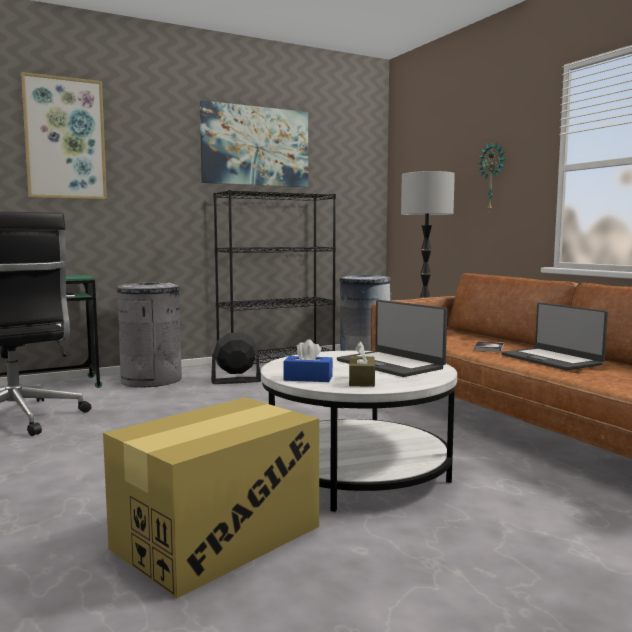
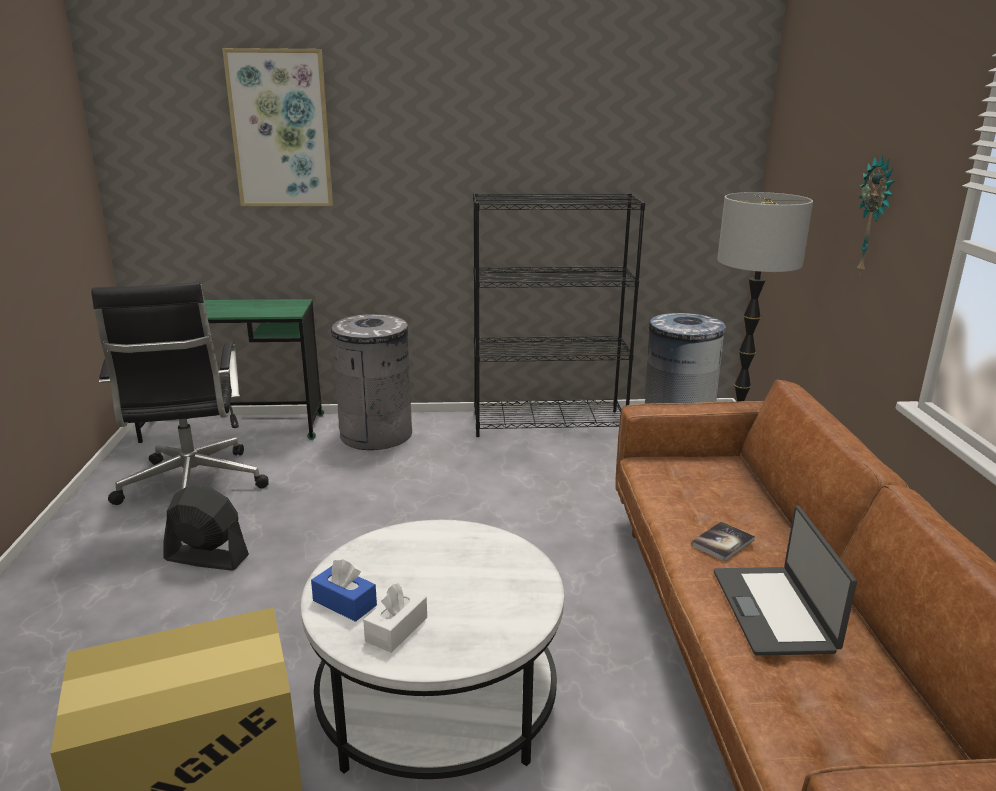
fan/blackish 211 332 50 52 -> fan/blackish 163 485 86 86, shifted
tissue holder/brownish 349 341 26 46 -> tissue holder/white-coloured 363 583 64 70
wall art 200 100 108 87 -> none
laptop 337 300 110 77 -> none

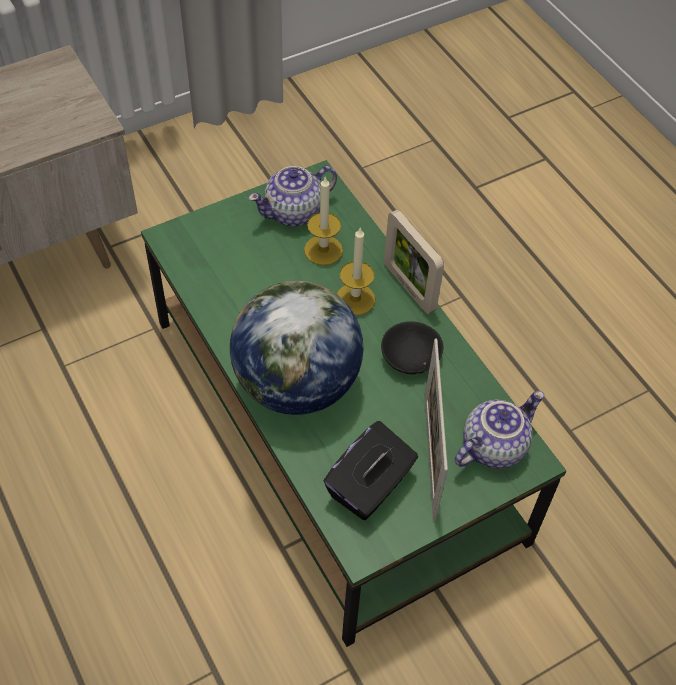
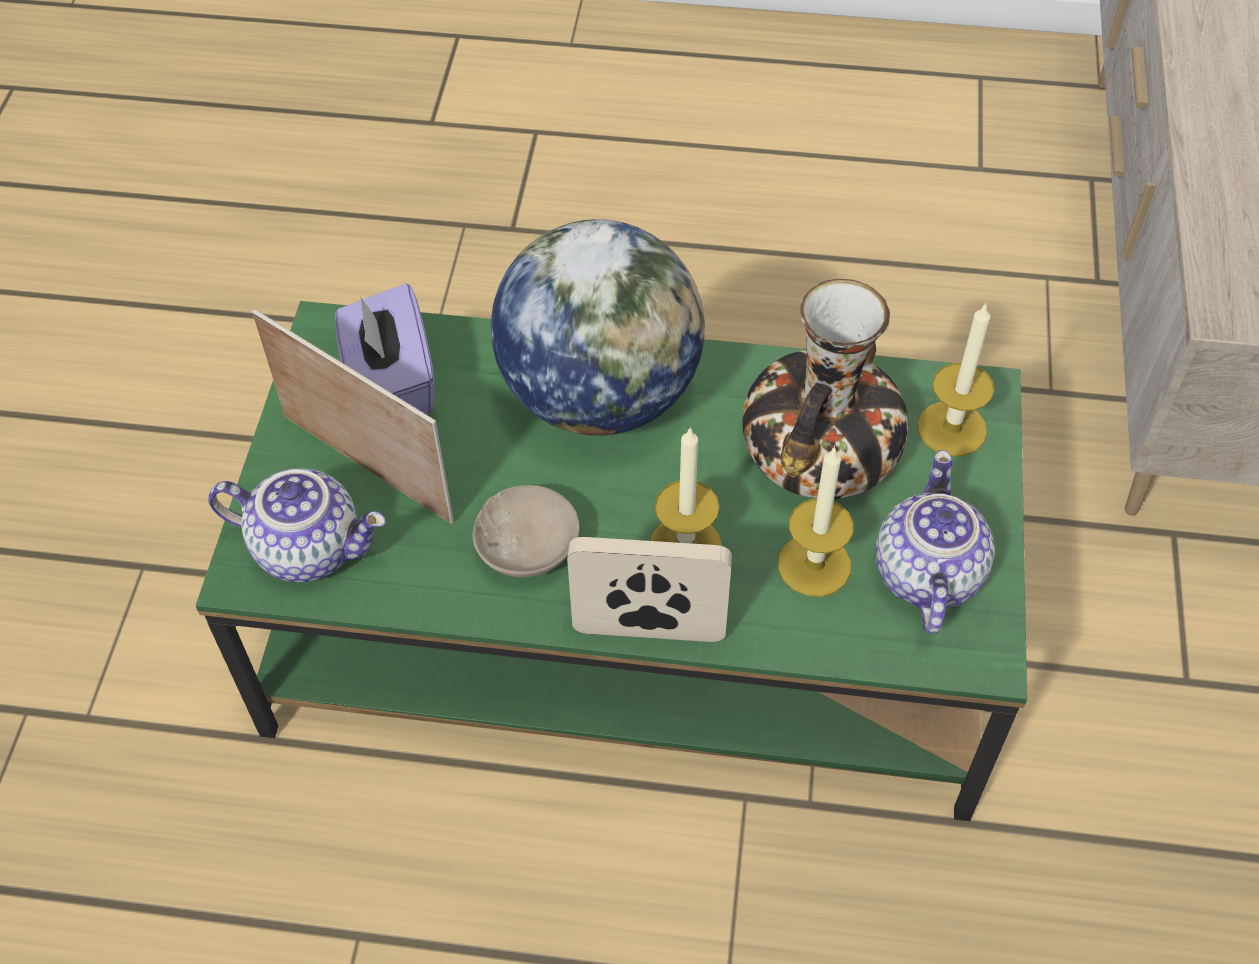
teapot 455 391 89 78 -> teapot 208 468 178 114, 75 degrees counterclockwise
tissue holder/blackish 323 421 95 99 -> tissue holder/purple-coloured 335 283 100 132
deep dish/blackish 381 322 63 52 -> deep dish/sand-coloured 473 485 106 93
none -> decorative vase 742 279 166 220
none -> candle 917 303 77 153

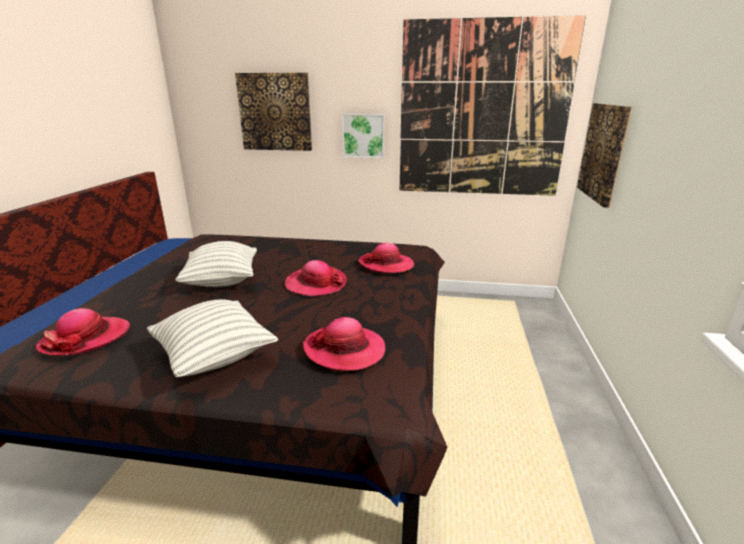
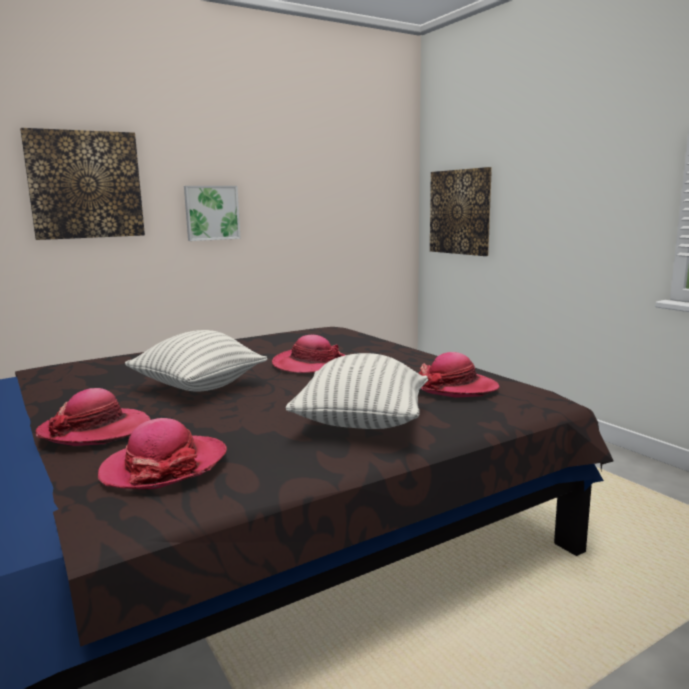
hat 358 243 56 31 -> hat 35 388 116 58, shifted
wall art 399 15 187 181 -> none

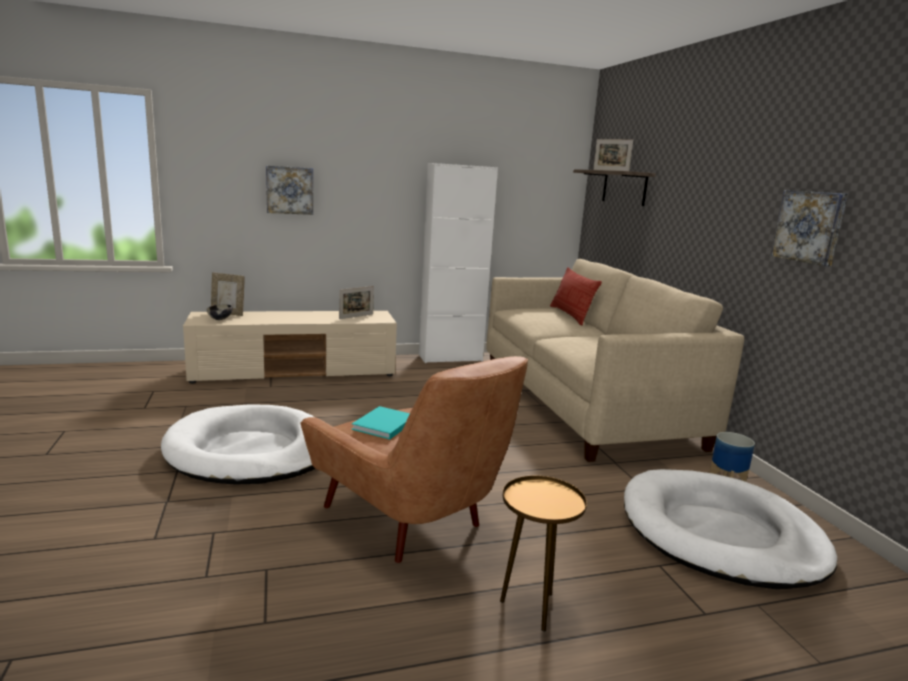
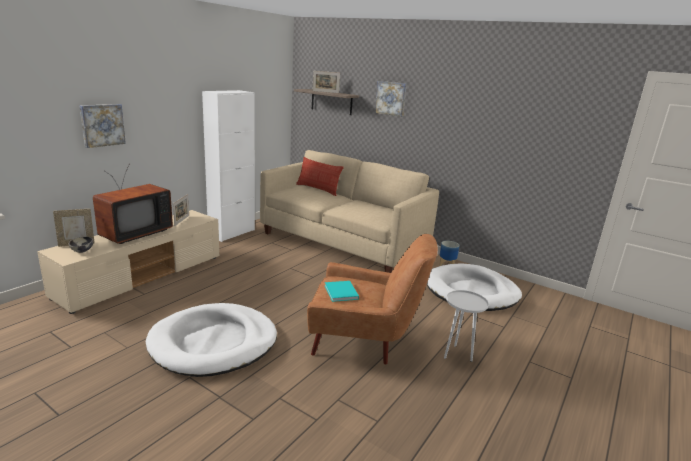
none -> TV 93 165 80 79
wall art 771 190 77 76 -> wall art 375 81 32 36, shifted
accent table/brownish 500 476 87 156 -> accent table/white-coloured 444 290 45 72

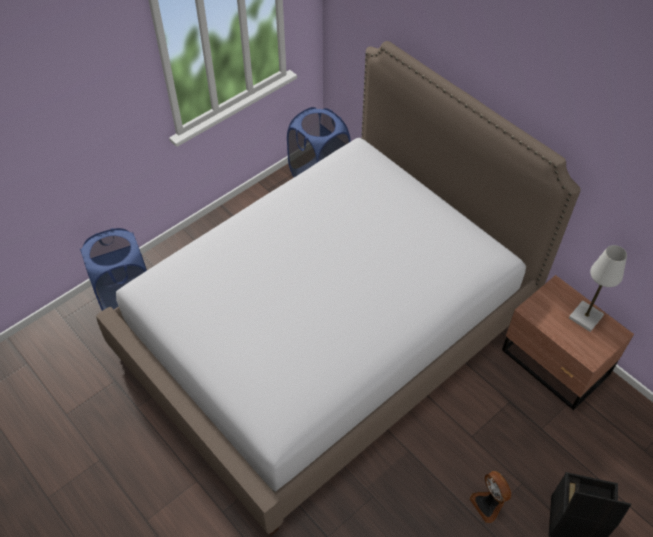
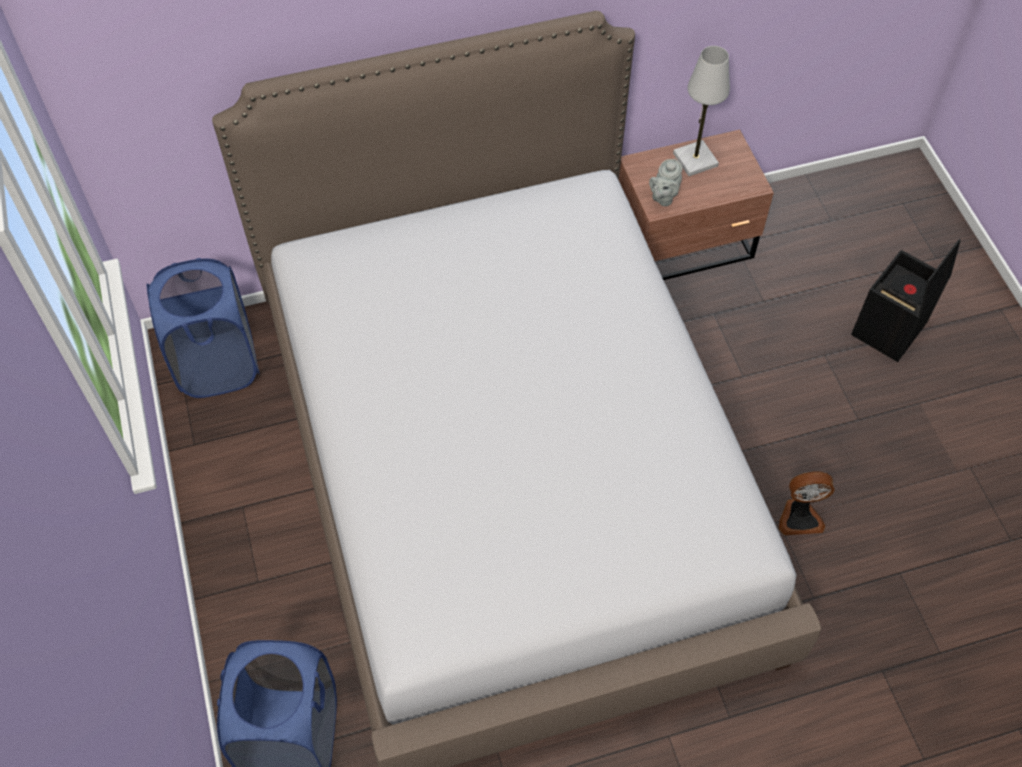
none -> teapot/grey 649 158 33 48
fan 469 471 42 52 -> fan 779 471 55 64, shifted

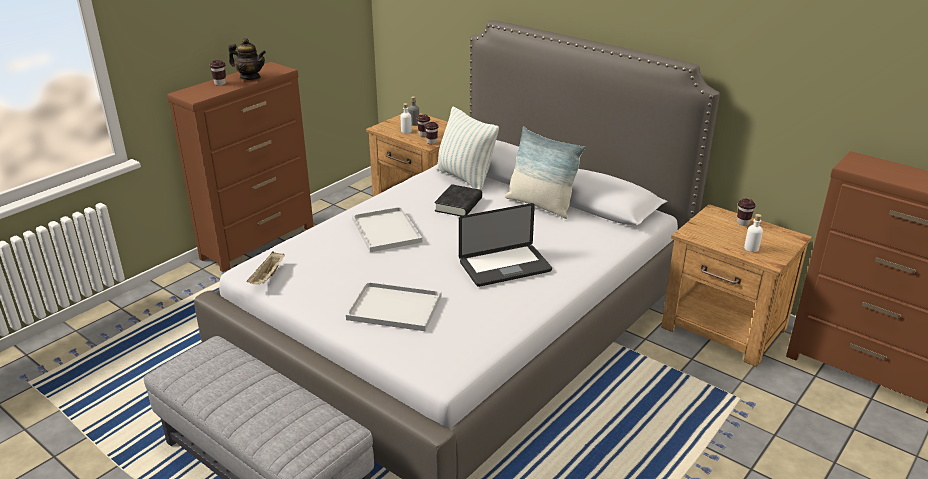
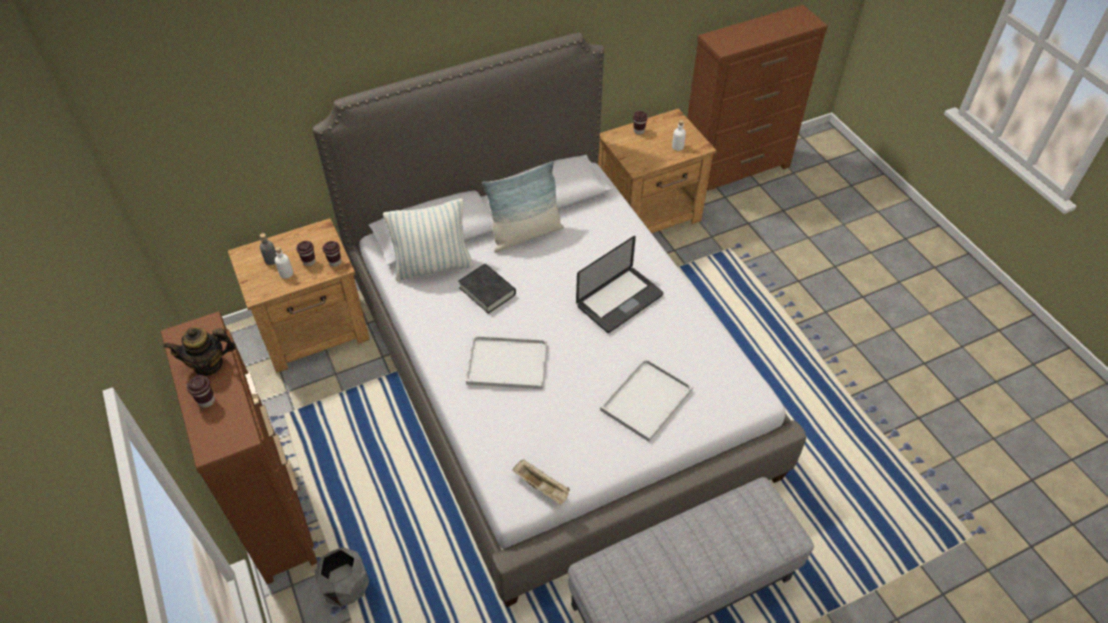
teapot 228 38 38 42 -> teapot 164 327 72 49, 150 degrees counterclockwise
none -> flower pot/grey 315 547 54 60
laptop 459 203 93 84 -> laptop 576 236 87 97, 45 degrees clockwise

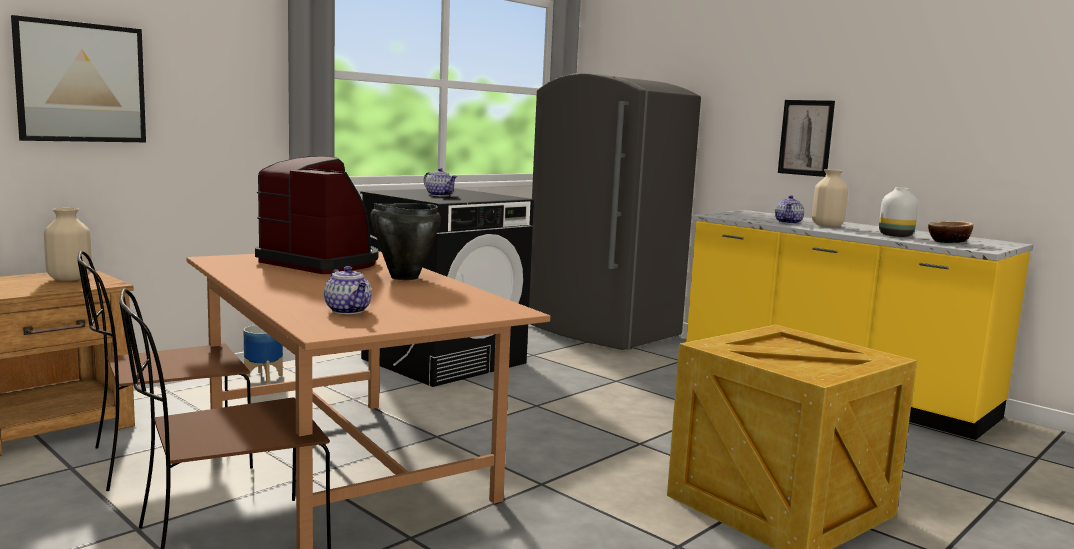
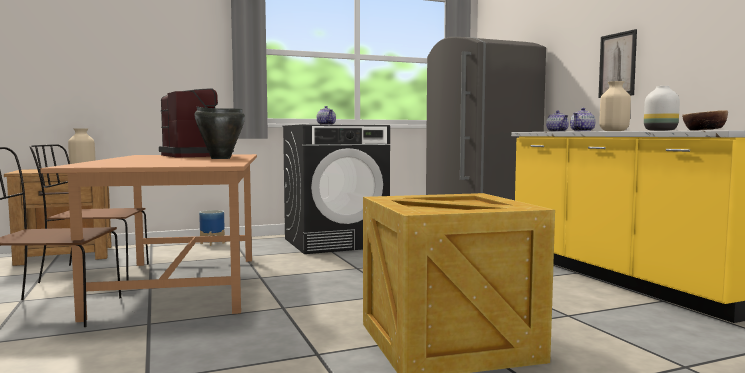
teapot 324 266 48 48 -> teapot 546 111 23 21, shifted
wall art 11 15 135 127 -> none

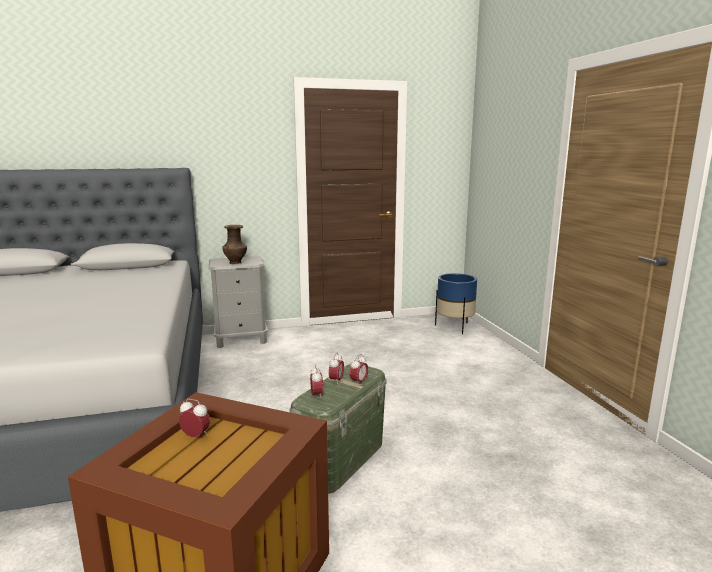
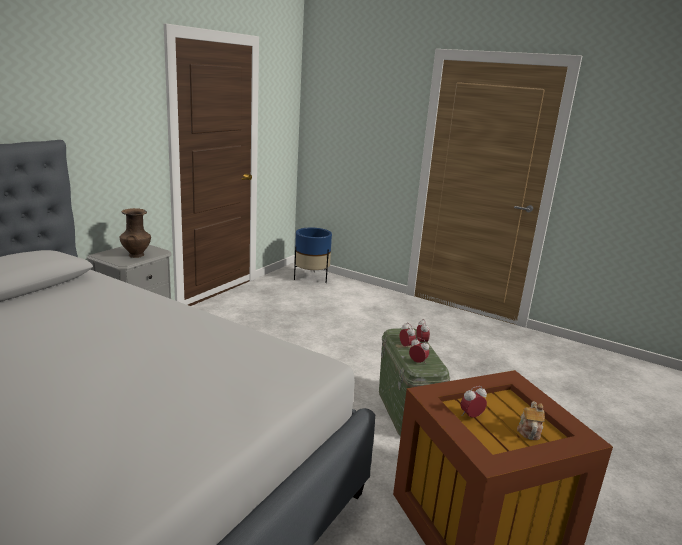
none -> teapot 517 401 28 39

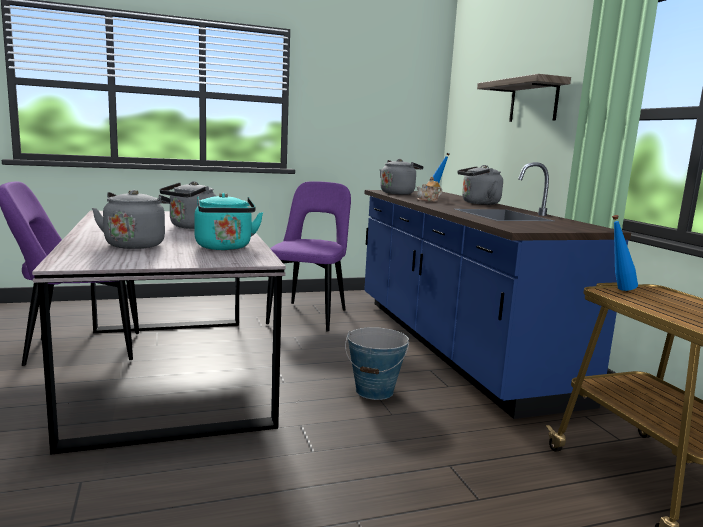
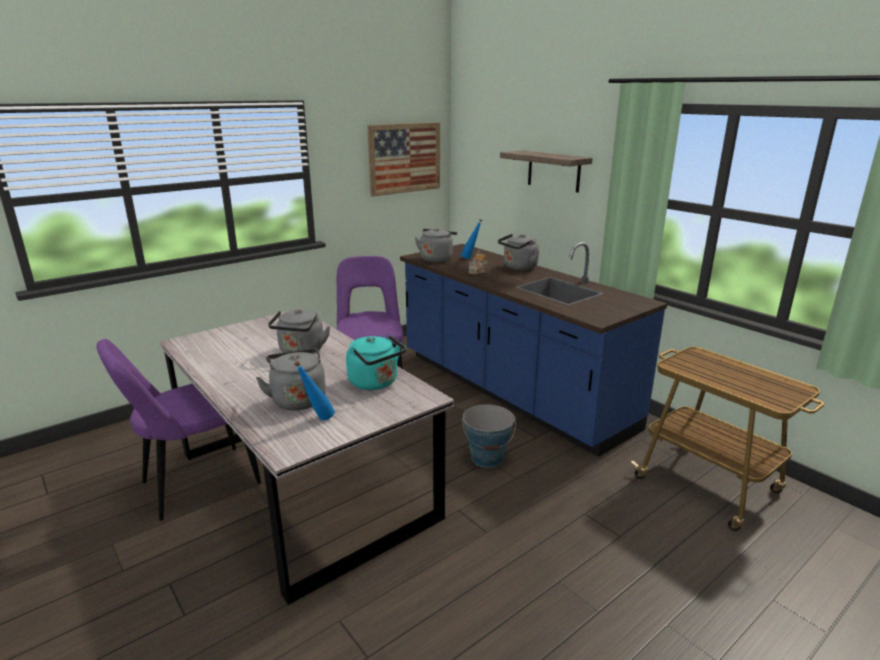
beverage bottle/blue-coloured 612 215 26 76 -> beverage bottle/blue-coloured 294 361 41 60, shifted
none -> wall art 367 122 73 75

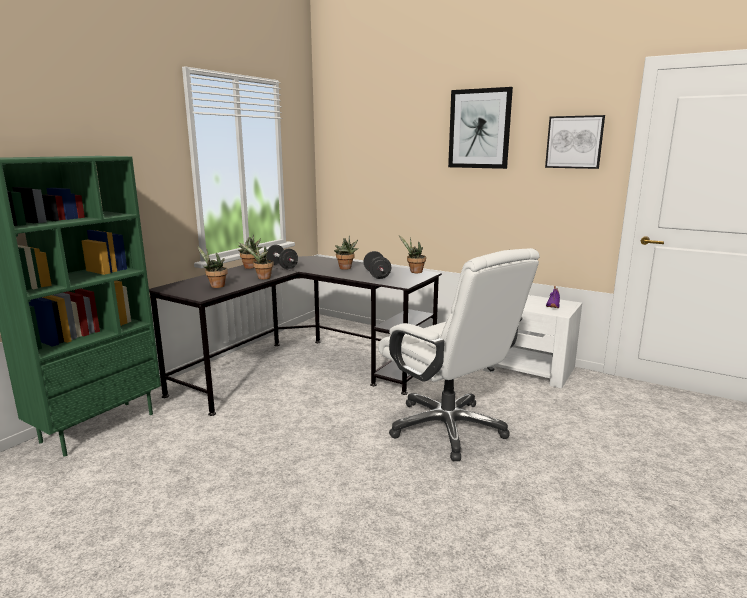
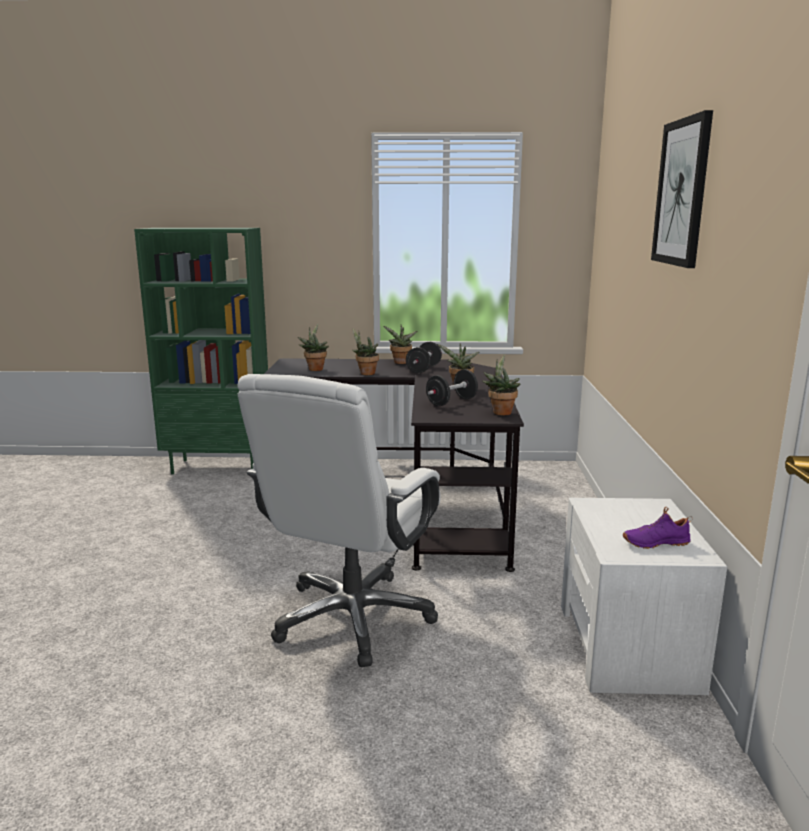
wall art 545 115 60 54 -> none

